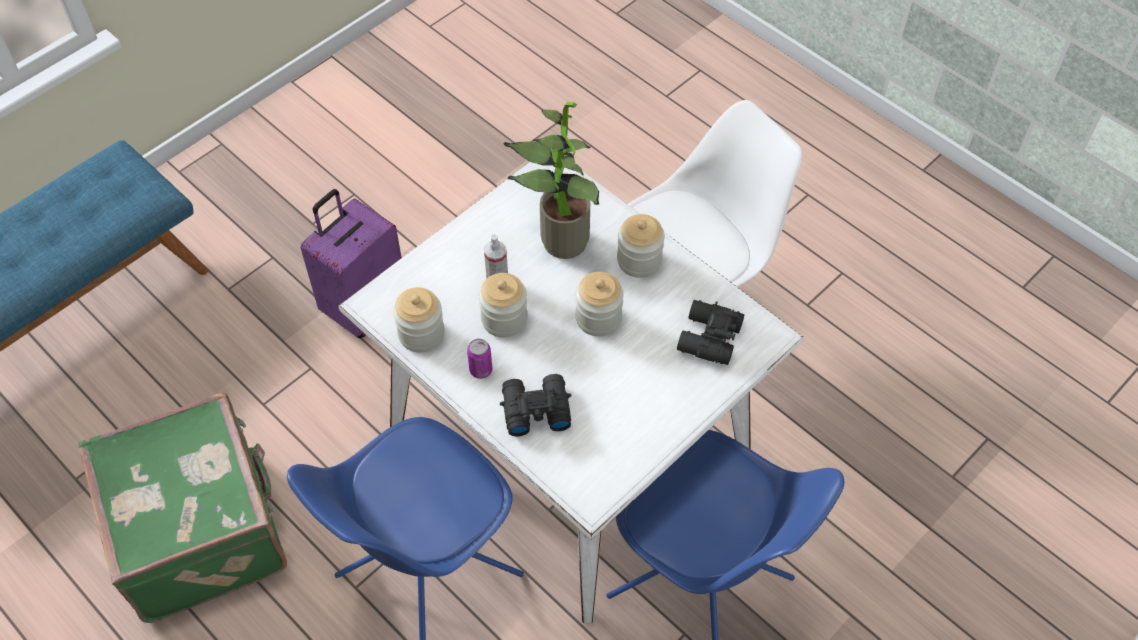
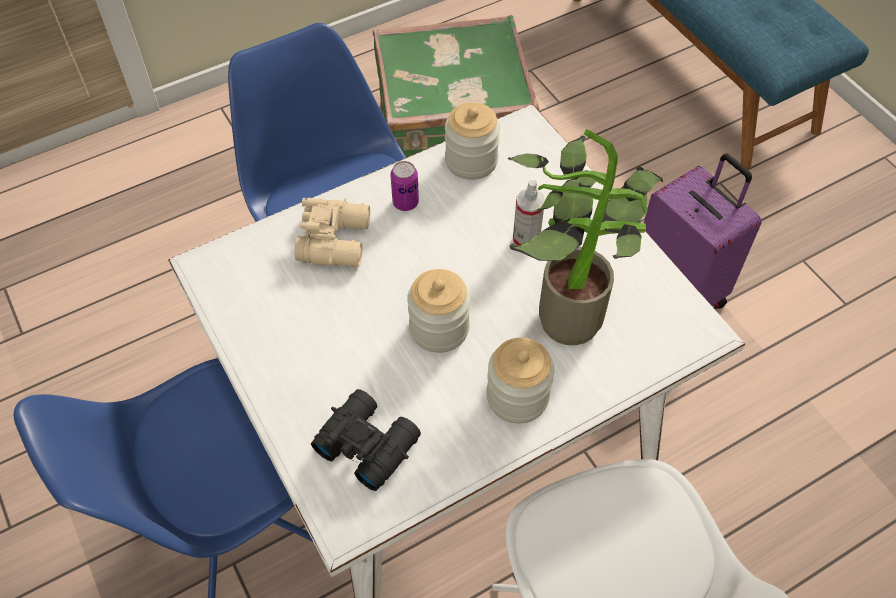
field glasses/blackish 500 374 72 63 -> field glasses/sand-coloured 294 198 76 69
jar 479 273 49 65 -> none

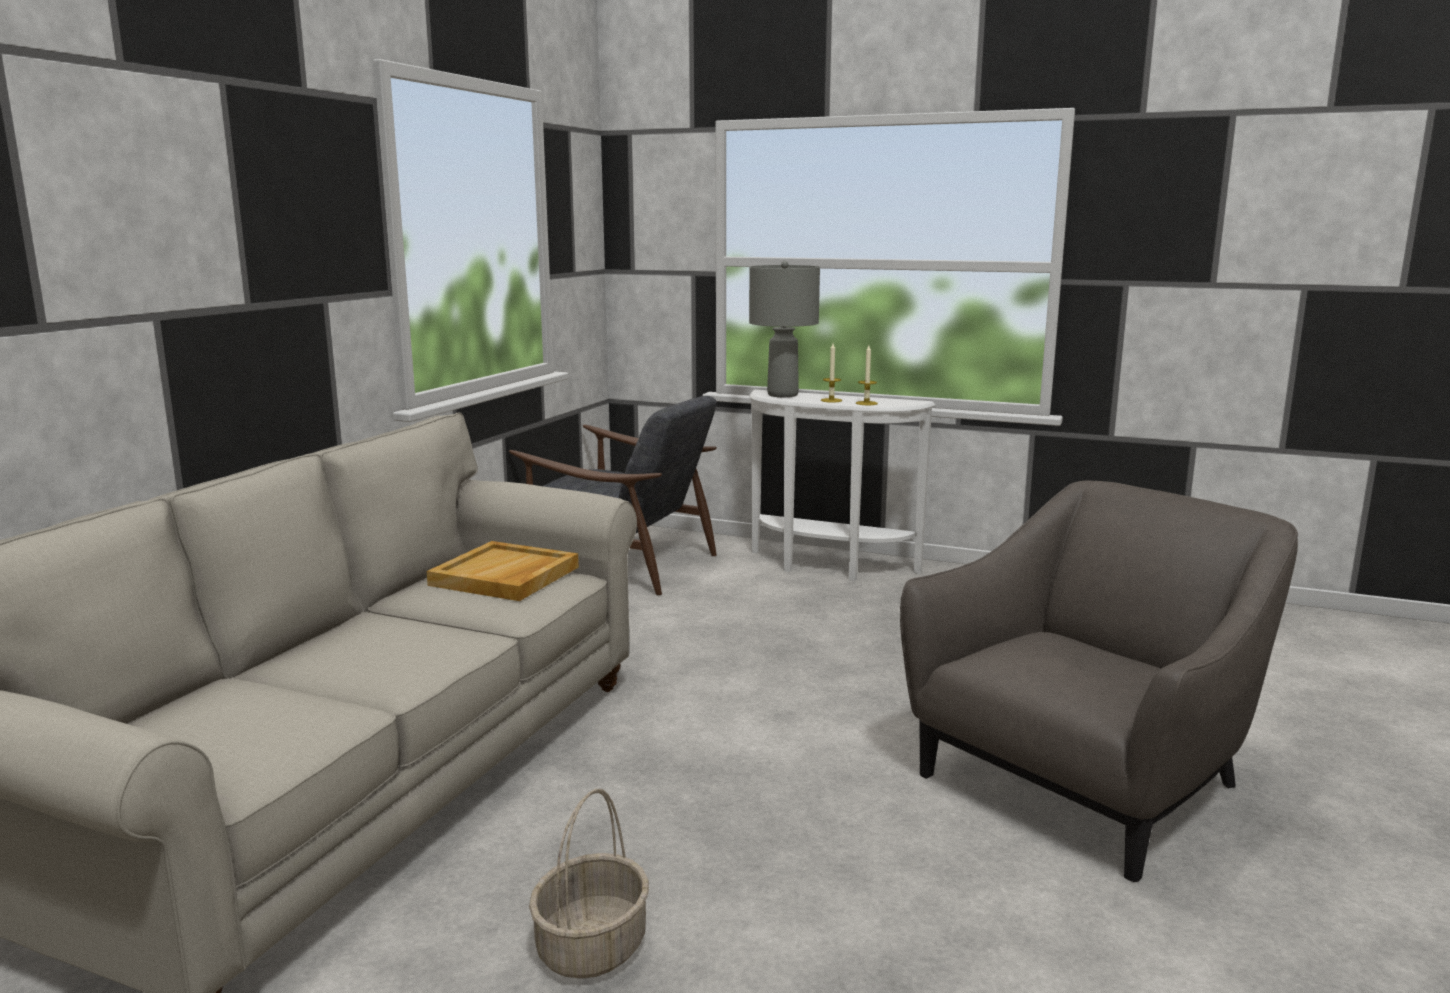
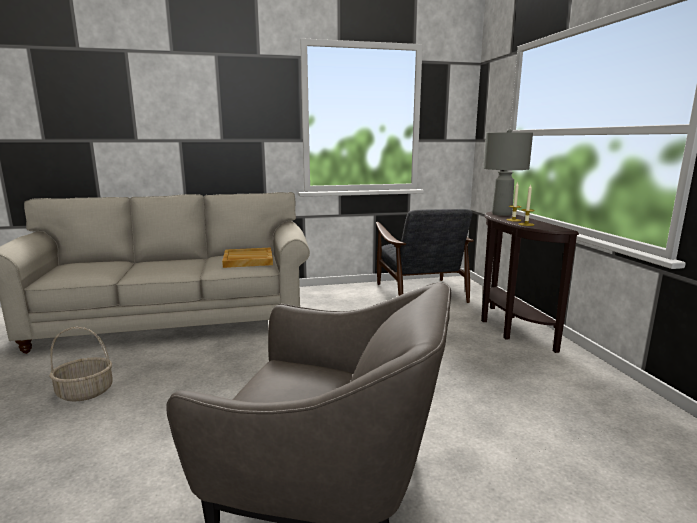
console table/white-coloured 749 390 186 191 -> console table/brownish 481 211 98 142

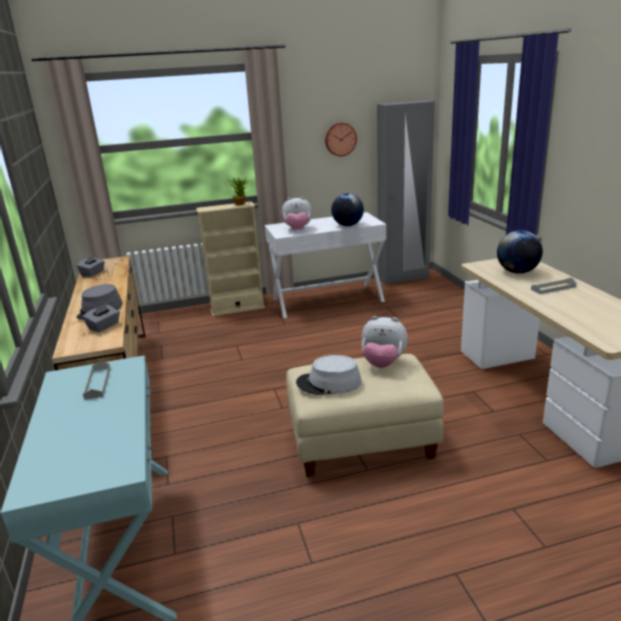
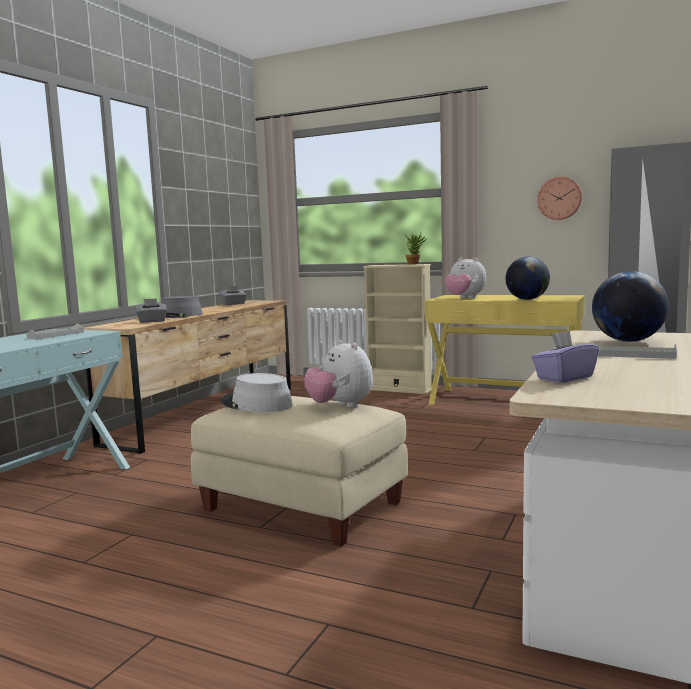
console table/white-coloured 264 212 122 106 -> console table/yellow-coloured 425 295 160 110
none -> tissue holder/purple-coloured 532 331 67 52

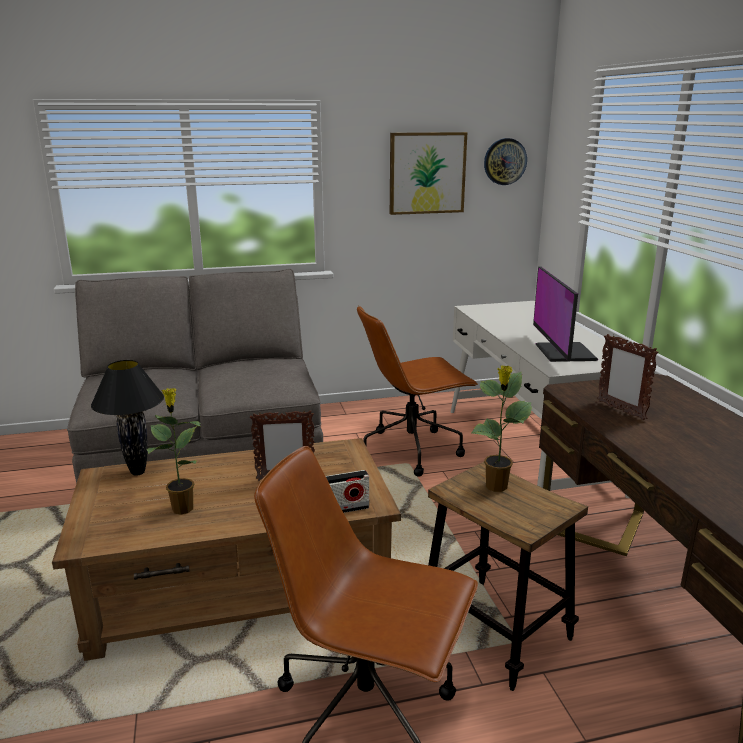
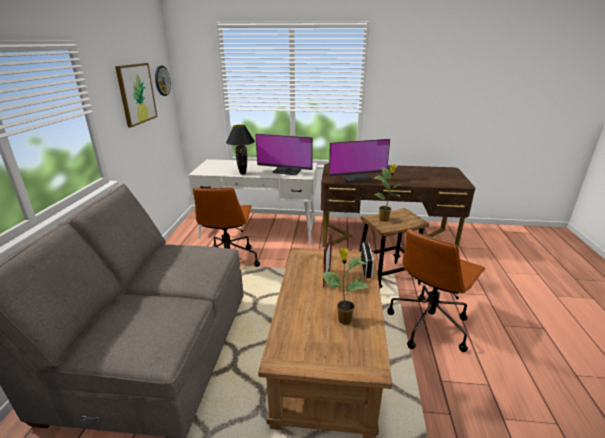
tabletop lamp/blackish 91 360 73 116 -> tabletop lamp/blackish 226 125 29 50, shifted
standing frame 598 334 60 86 -> computer display 329 139 61 43

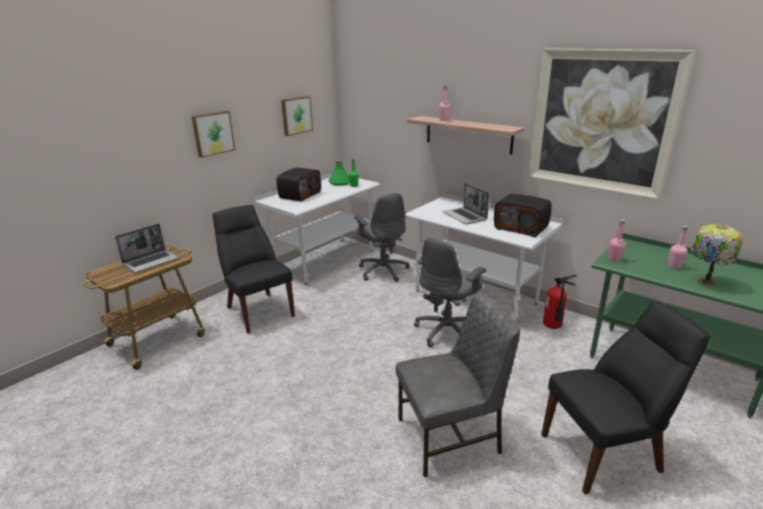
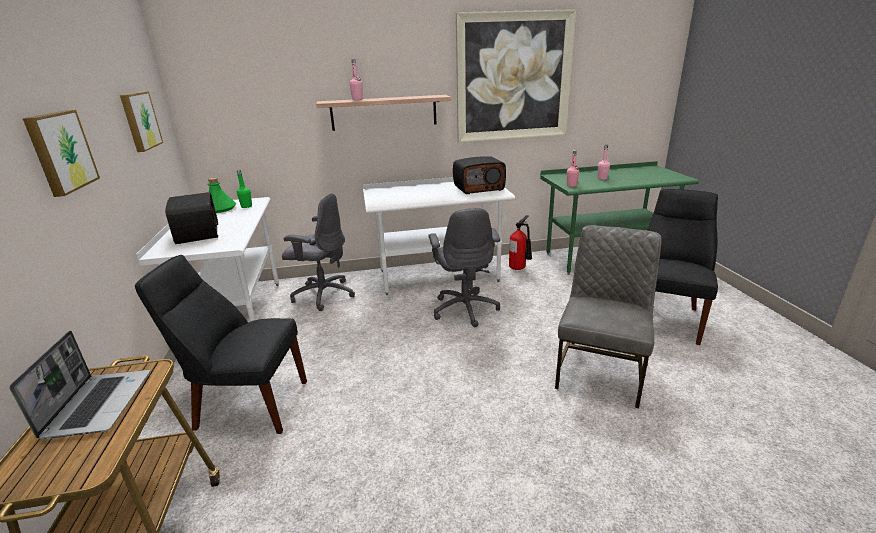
laptop 443 183 46 41 -> none
tabletop lamp 690 224 53 63 -> none

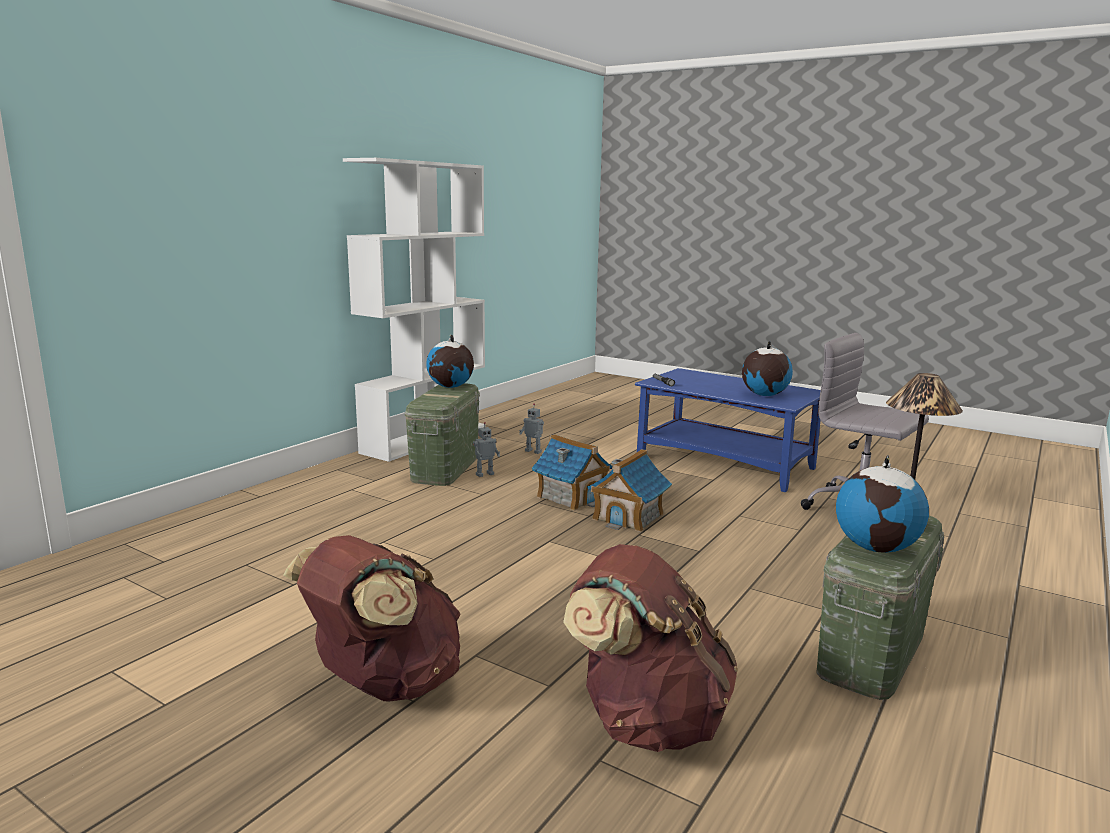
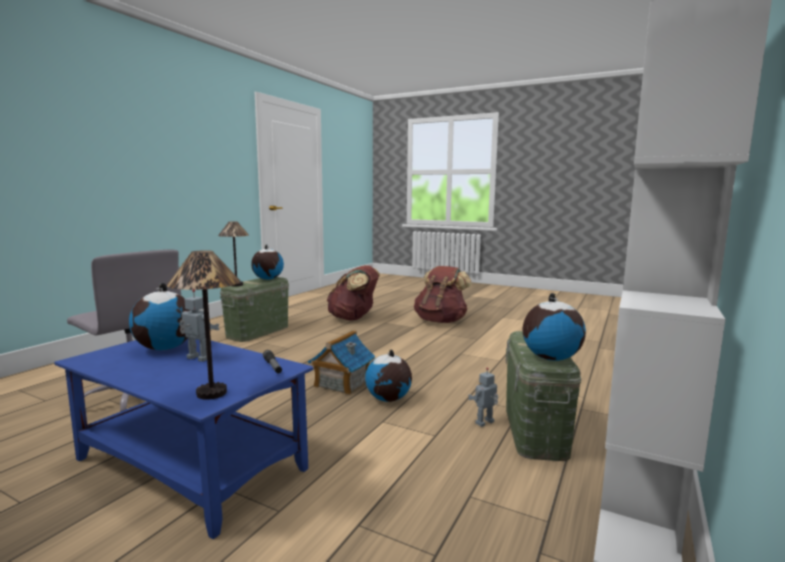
none -> tabletop lamp 166 250 74 150
toy robot 519 403 25 51 -> toy robot 179 290 40 72, shifted
toy house 532 434 81 77 -> desk globe 365 349 47 53

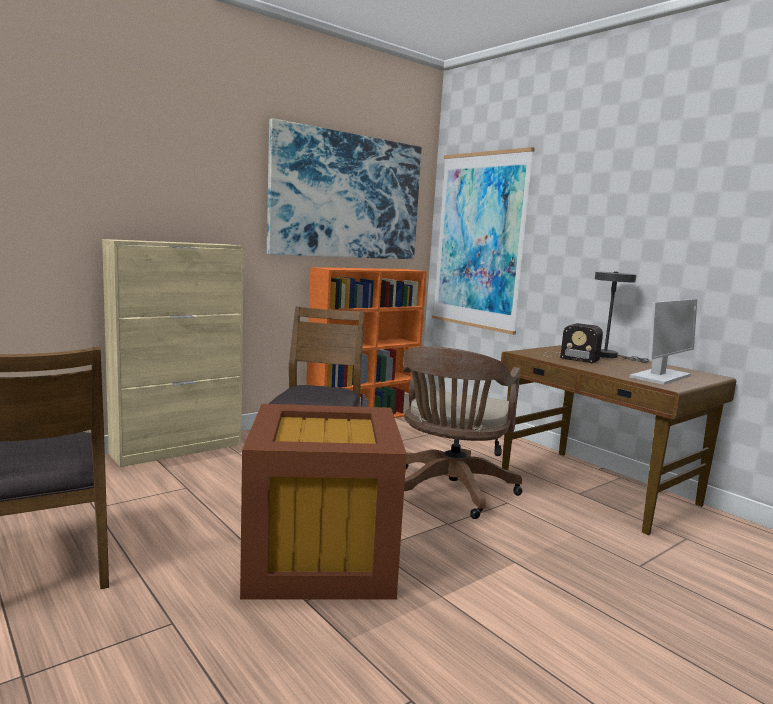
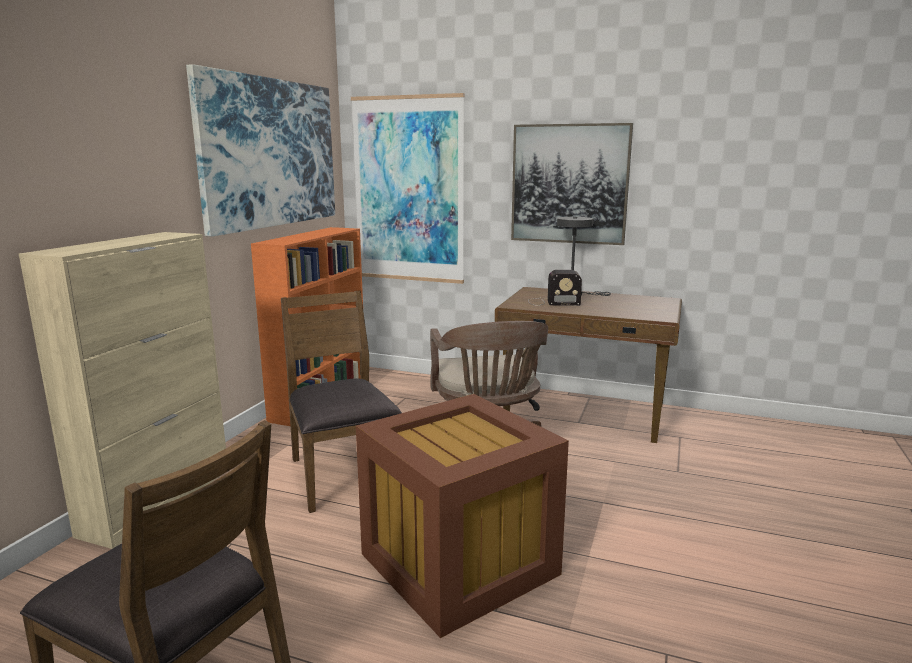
none -> wall art 511 123 122 122
computer display 629 299 68 86 -> none

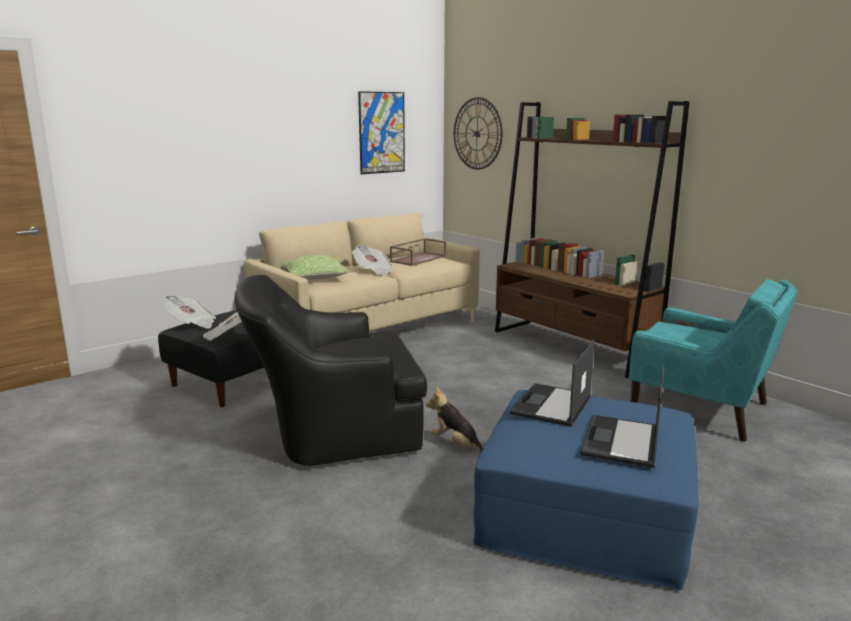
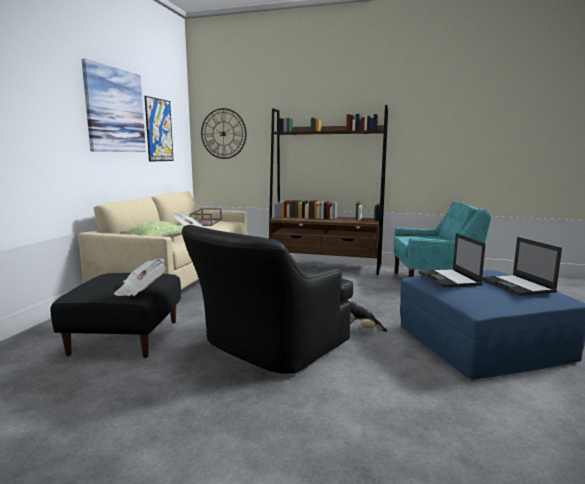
none -> wall art 82 59 64 93
newspaper 163 295 53 33 -> none

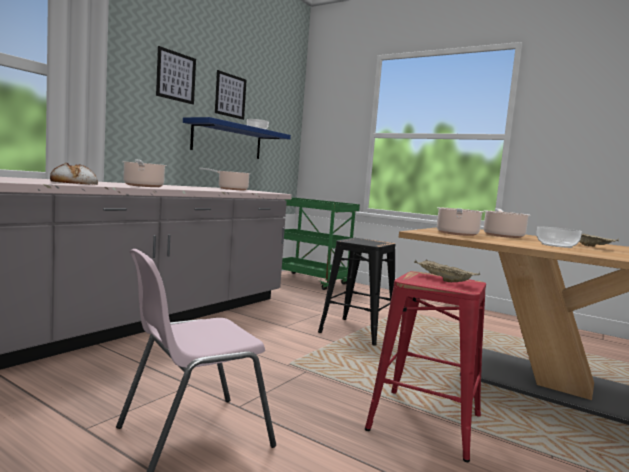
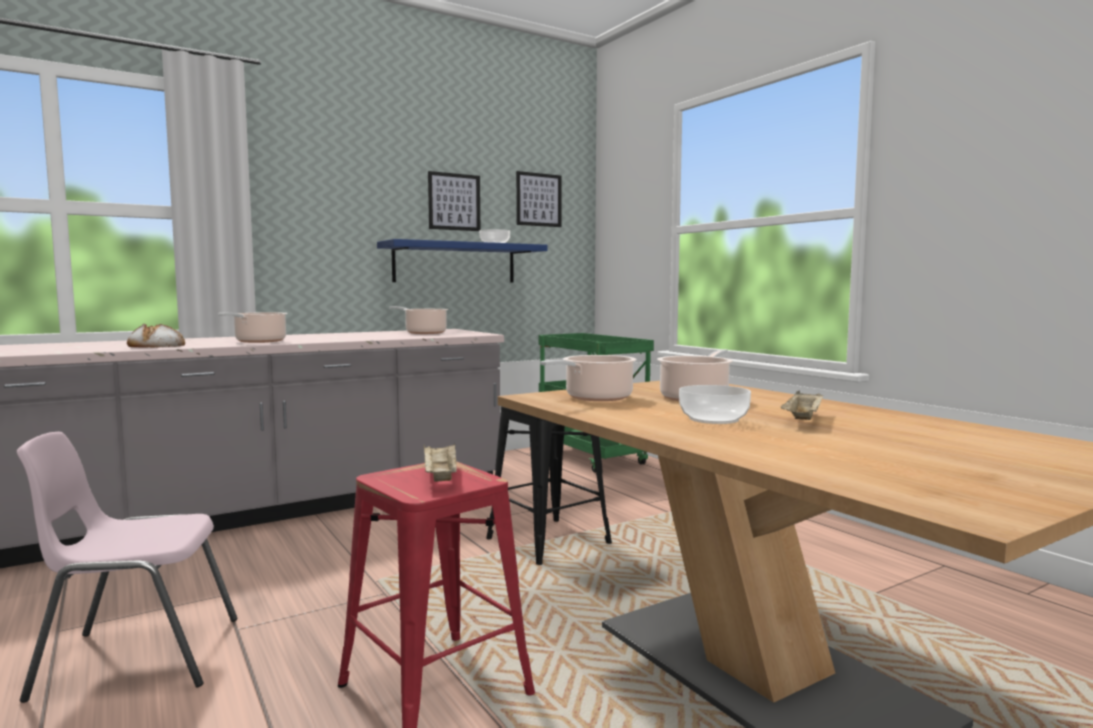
wall art 156 46 40 59 -> wall art 516 171 46 56, shifted

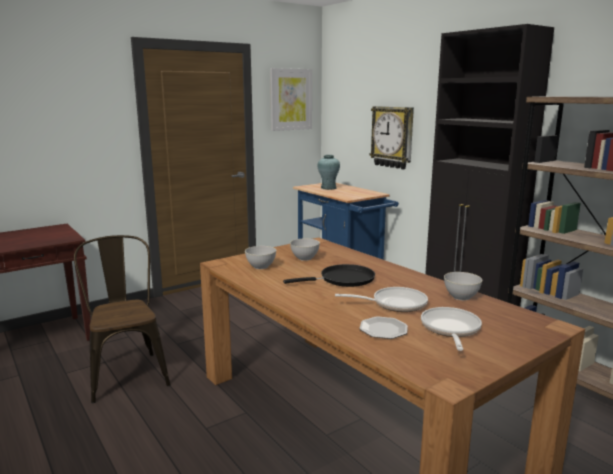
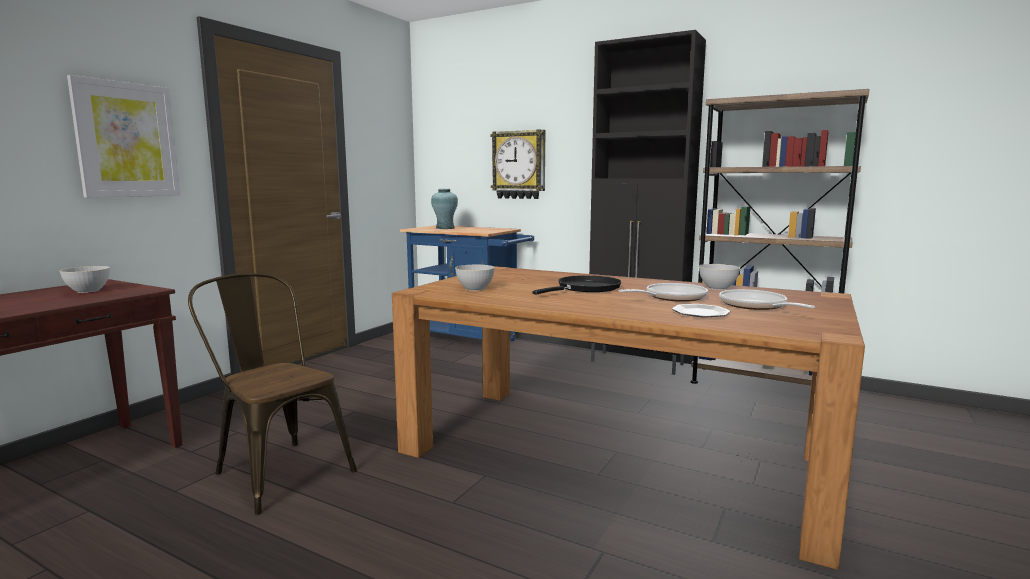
deep dish/grey 290 239 30 22 -> deep dish/grey 60 266 50 27, shifted
wall art 270 68 42 63 -> wall art 67 75 113 123, shifted

